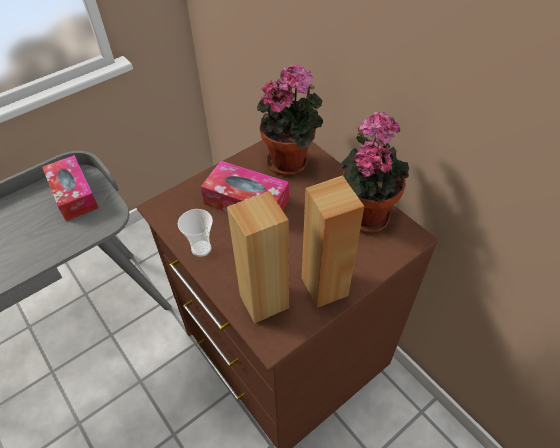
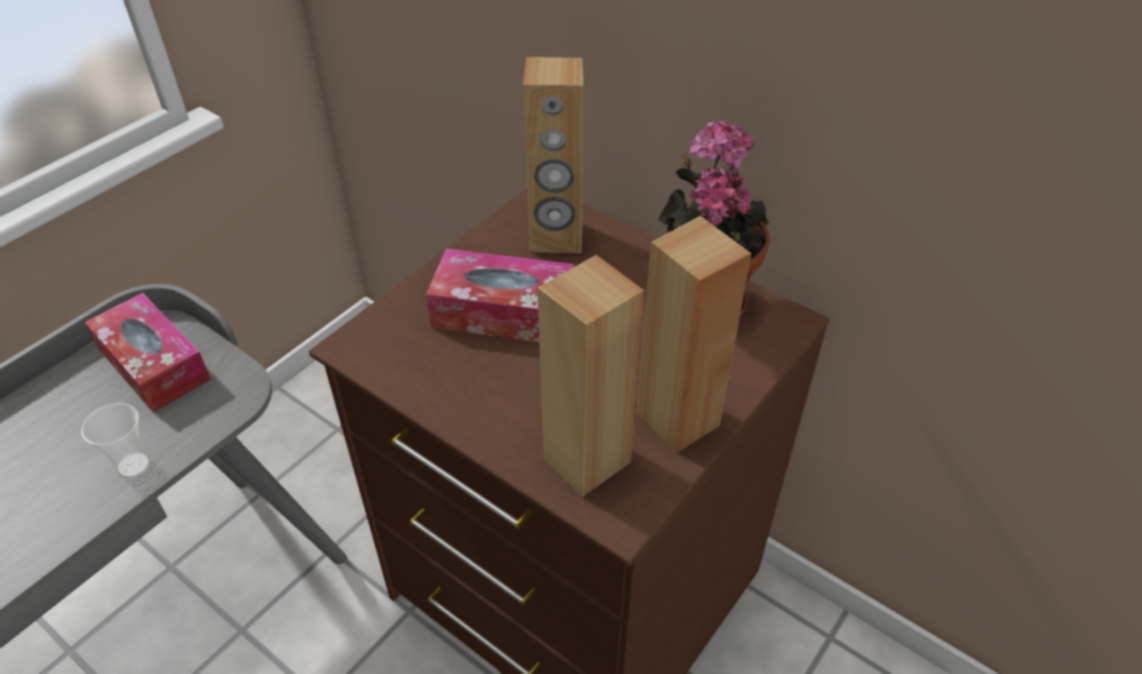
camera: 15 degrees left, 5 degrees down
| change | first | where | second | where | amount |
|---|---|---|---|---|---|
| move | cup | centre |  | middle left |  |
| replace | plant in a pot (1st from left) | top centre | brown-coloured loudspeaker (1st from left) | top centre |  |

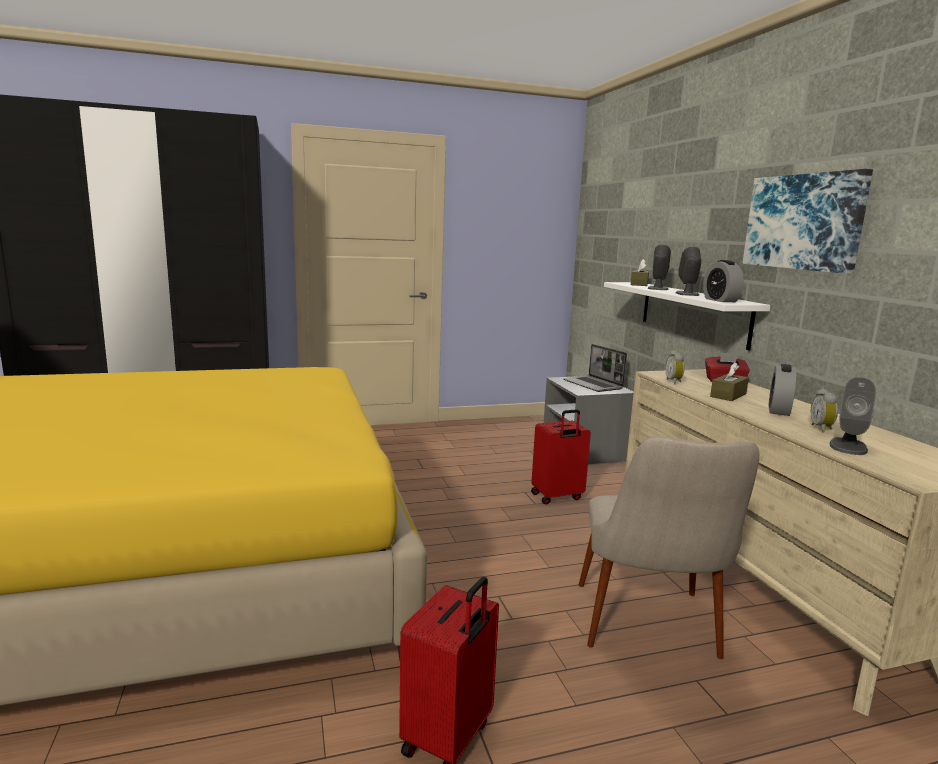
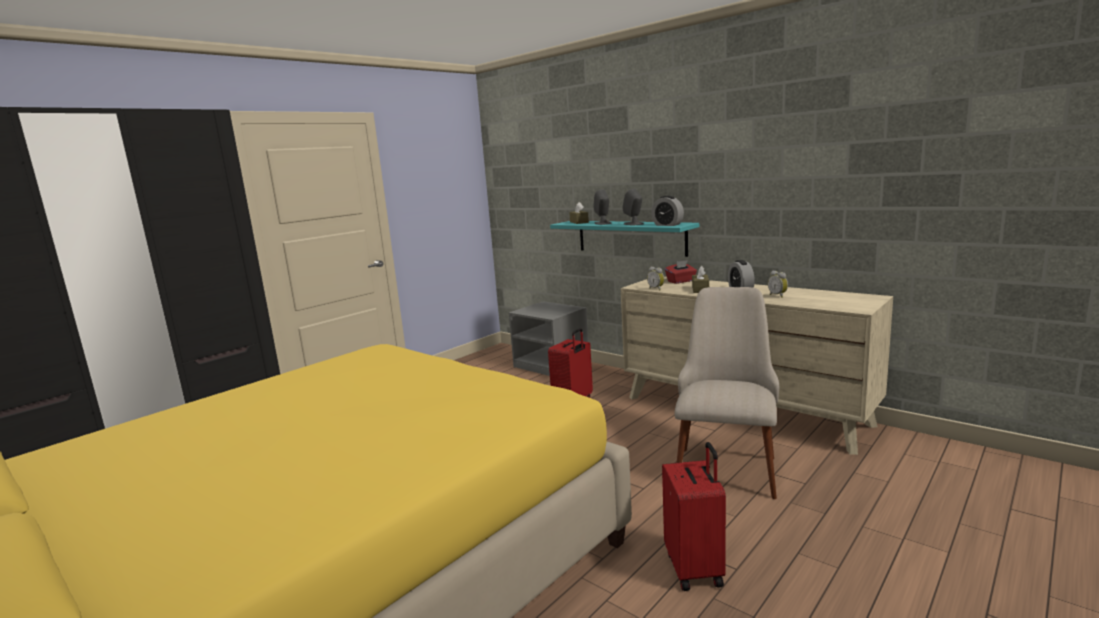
camera: 30 degrees left, 0 degrees up
| change | first | where | second | where | amount |
|---|---|---|---|---|---|
| delete | laptop | centre |  |  |  |
| rotate | beige upright chair | bottom right |  | centre | 135 degrees counterclockwise |
| recolor | white shelf | middle right | blue-green shelf | centre |  |
| delete | picture | top right |  |  |  |
| delete | grey loudspeaker (3rd from left) | middle right |  |  |  |

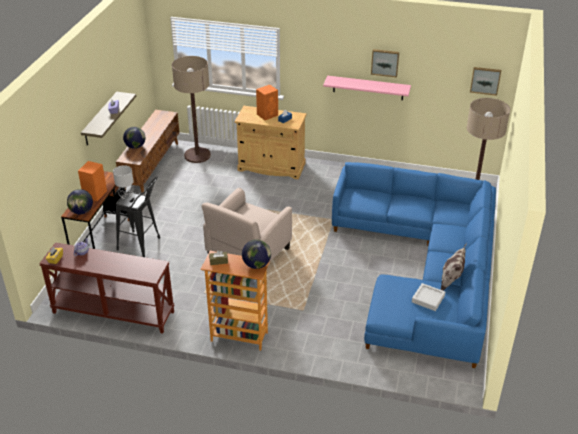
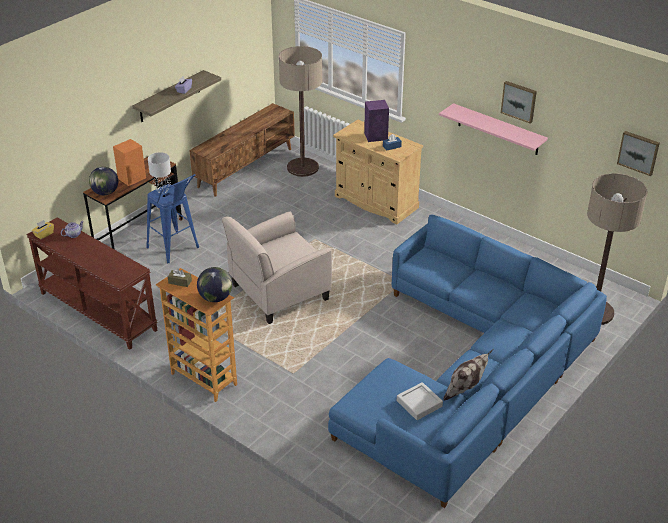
camera: 25 degrees right, 0 degrees up
| change | first | where | second | where | amount |
|---|---|---|---|---|---|
| recolor | black-coloured stool seat | middle left | bluish stool seat | middle left |  |
| delete | globe (2nd from left) | top left |  |  |  |
| recolor | orange-coloured loudspeaker (2nd from left) | top centre | purplish loudspeaker | top centre |  |

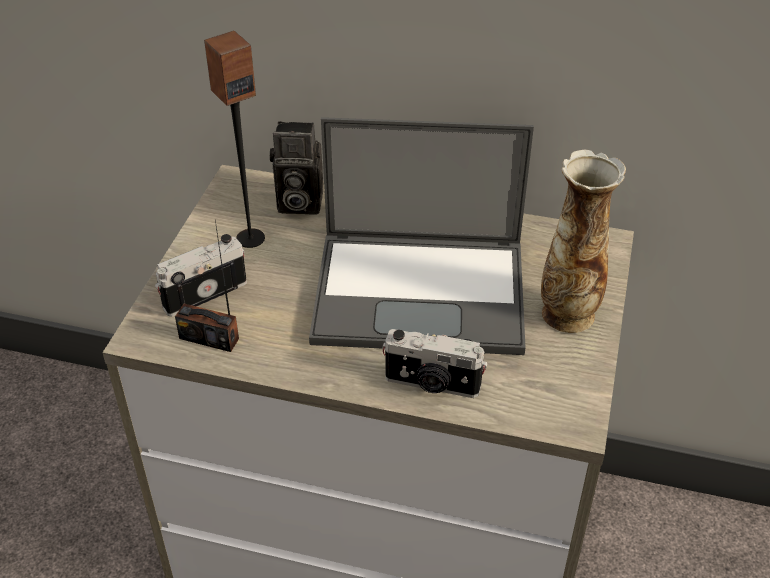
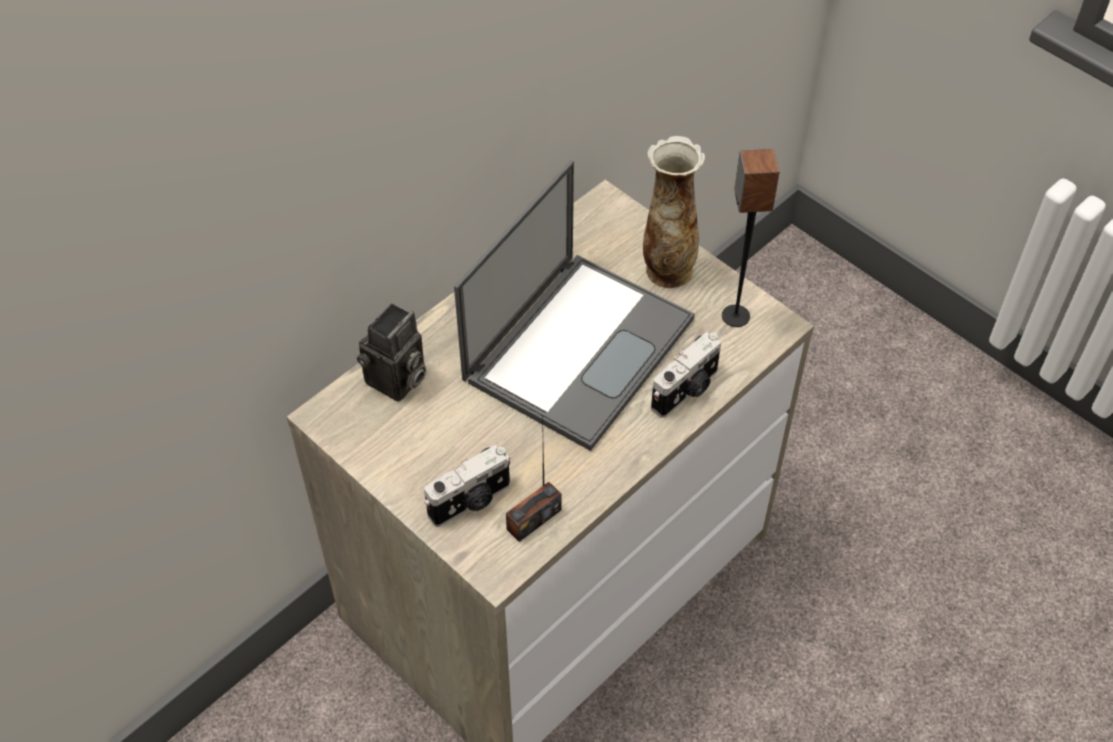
camera: 60 degrees left, 10 degrees up
| change | first | where | second | where | amount |
|---|---|---|---|---|---|
| rotate | still camera (1st from left in the first image) | middle left | still camera (2nd from left) | centre | 120 degrees counterclockwise |
| move | loudspeaker | top left |  | top right |  |

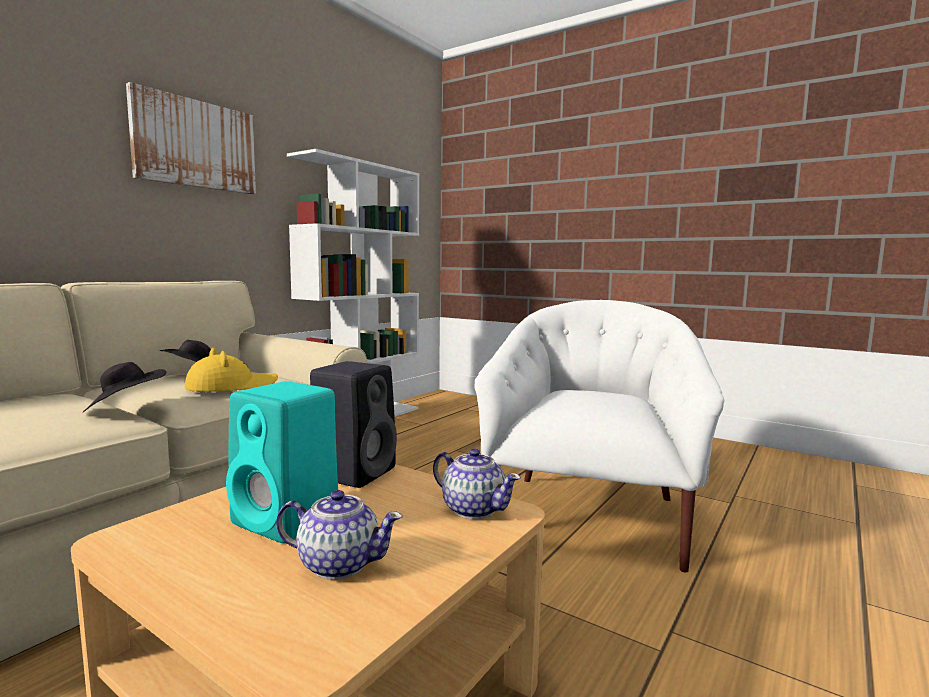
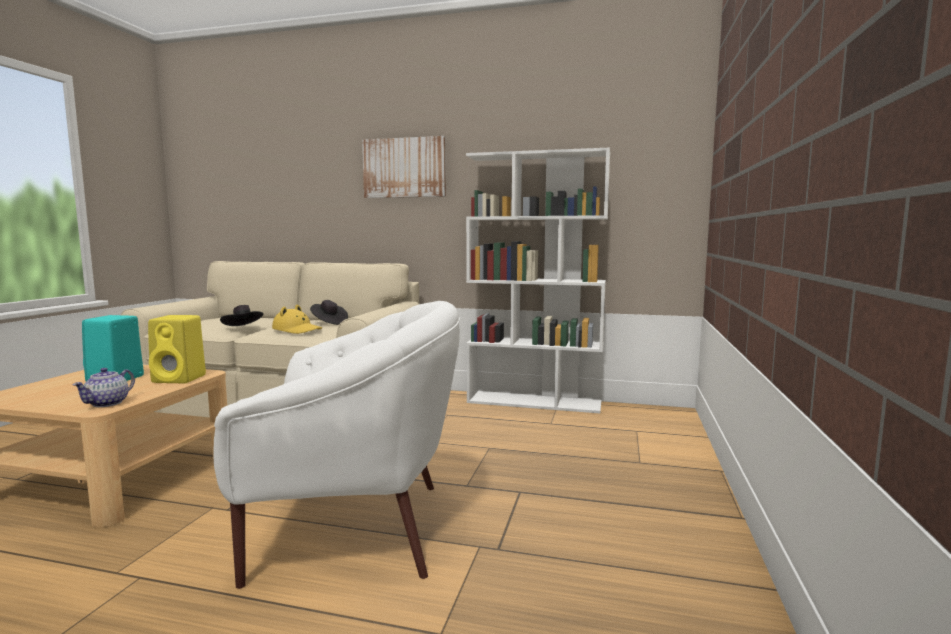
camera: 70 degrees right, 0 degrees up
| change | first | where | second | where | amount |
|---|---|---|---|---|---|
| delete | tea pot (1st from left) | bottom centre |  |  |  |
| recolor | black-coloured loudspeaker | centre | yellow-coloured loudspeaker | middle left |  |

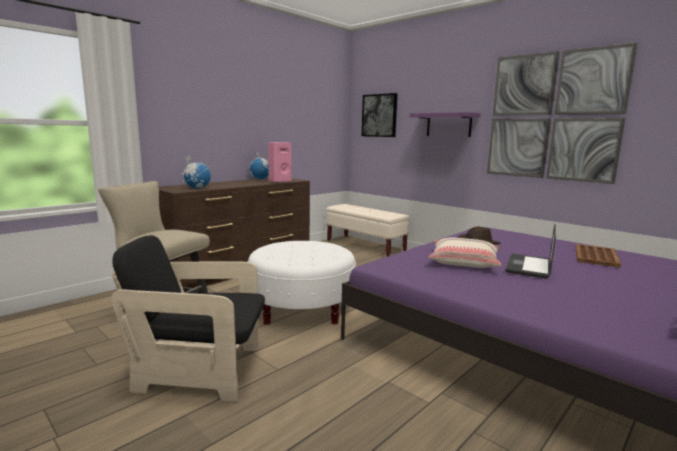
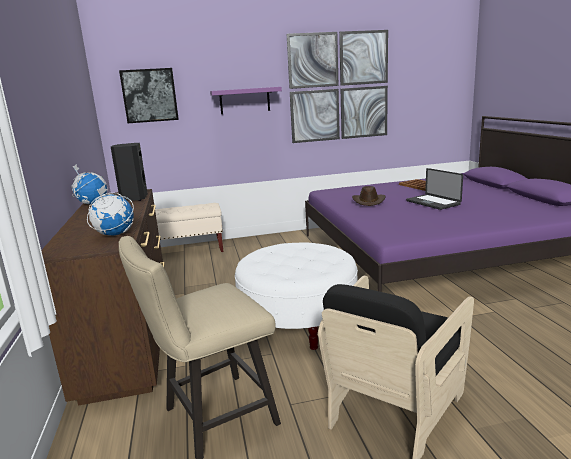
camera: 55 degrees left, 5 degrees up
| change | first | where | second | where | amount |
|---|---|---|---|---|---|
| recolor | pinkish loudspeaker | centre | black-coloured loudspeaker | middle left |  |
| delete | beige pillow | middle right |  |  |  |

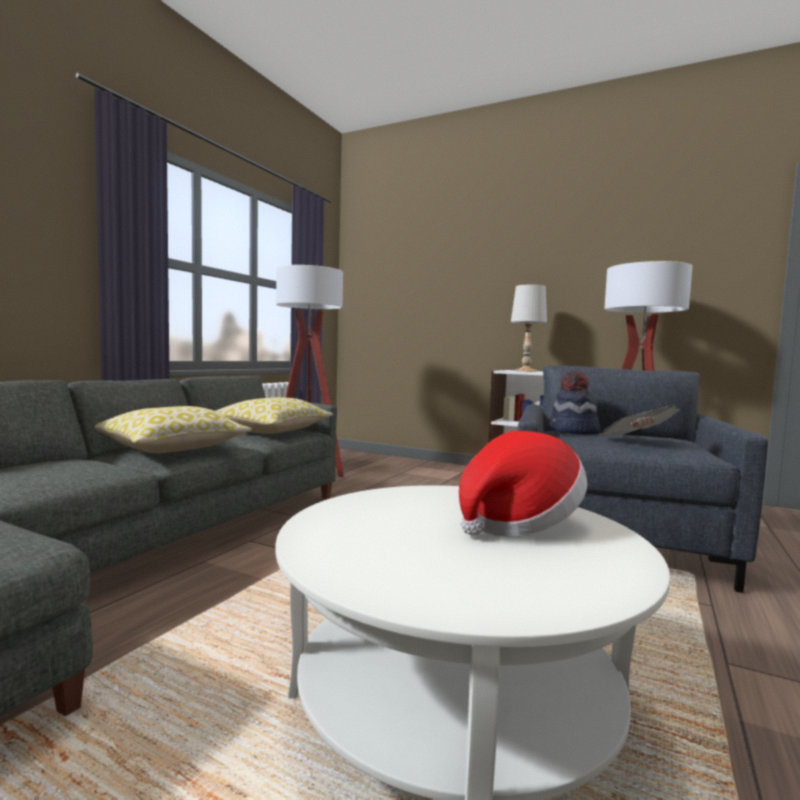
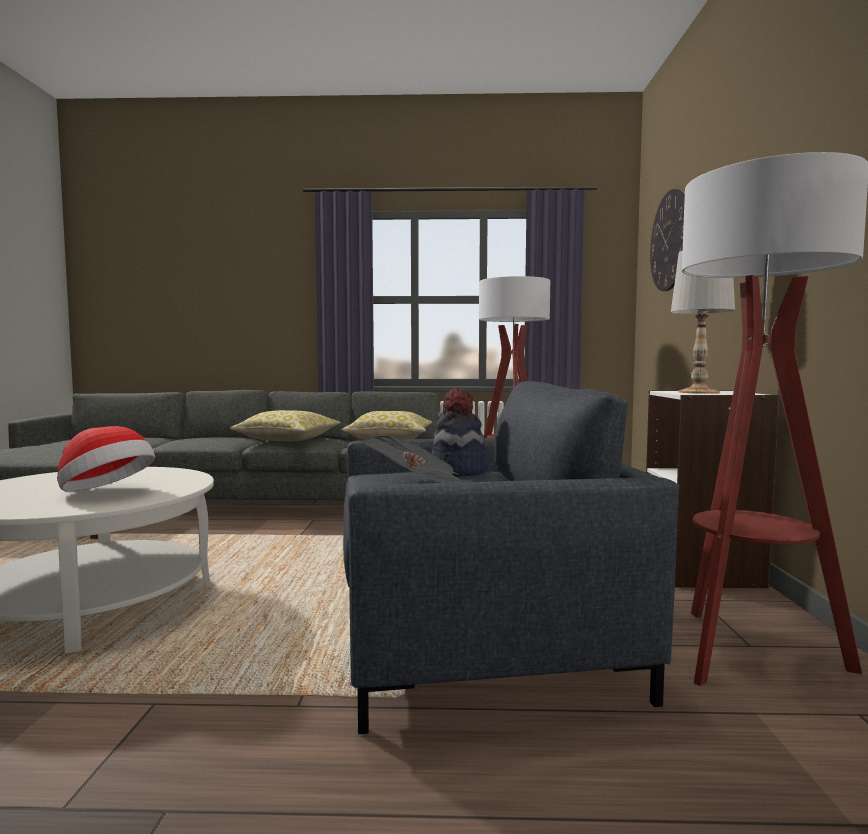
camera: 65 degrees right, 0 degrees up
| change | first | where | second | where | amount |
|---|---|---|---|---|---|
| insert |  |  | hanging clock | top right |  |

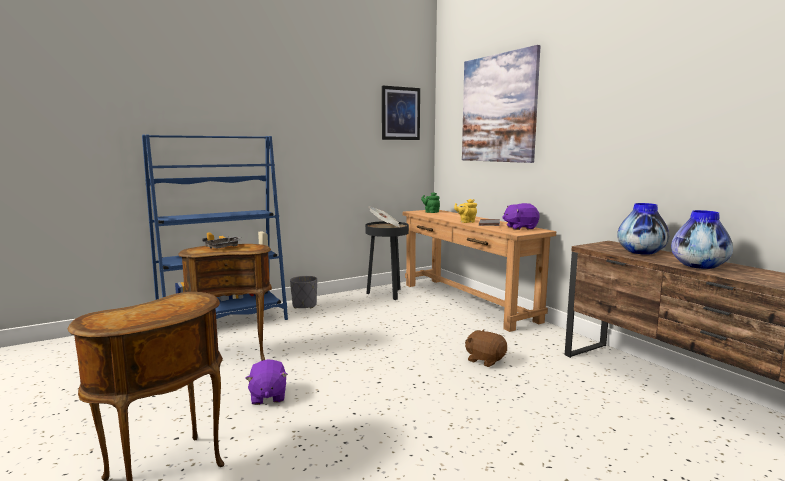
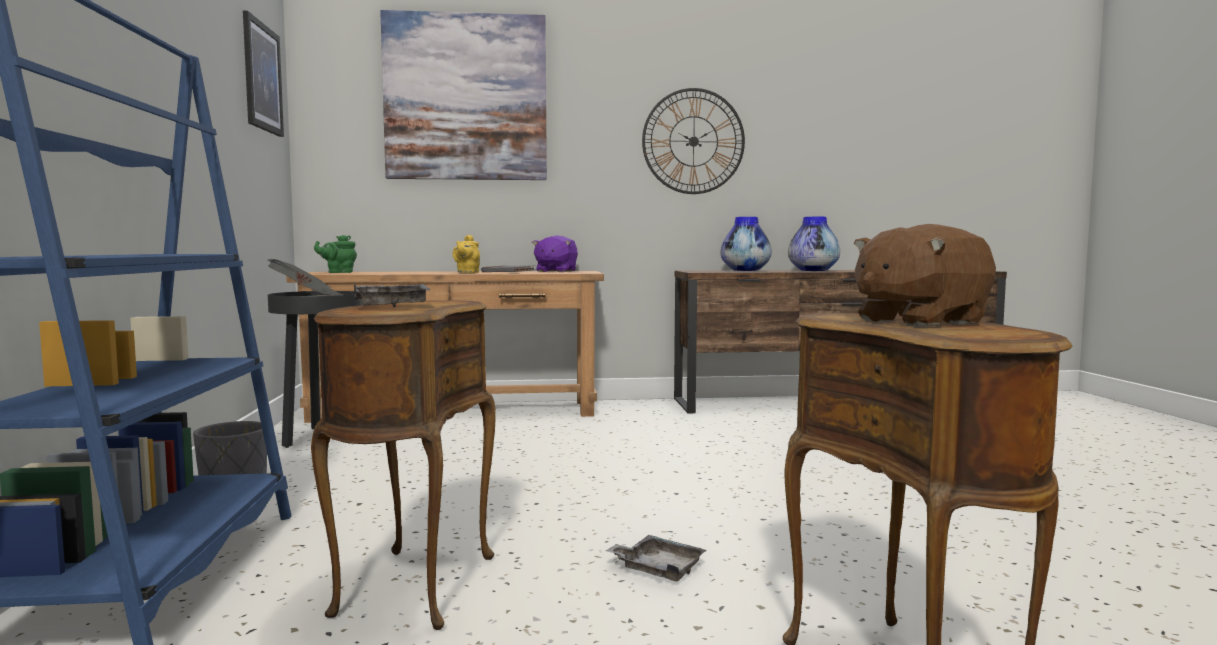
camera: 65 degrees left, 5 degrees down
| change | first | where | second | where | amount |
|---|---|---|---|---|---|
| replace | purplish cuddly toy (1st from left) | bottom centre | grey tray (2nd from left) | bottom centre |  |
| move | brown-coloured cuddly toy | bottom centre |  | middle right |  |
| insert |  |  | hanging clock | top centre |  |

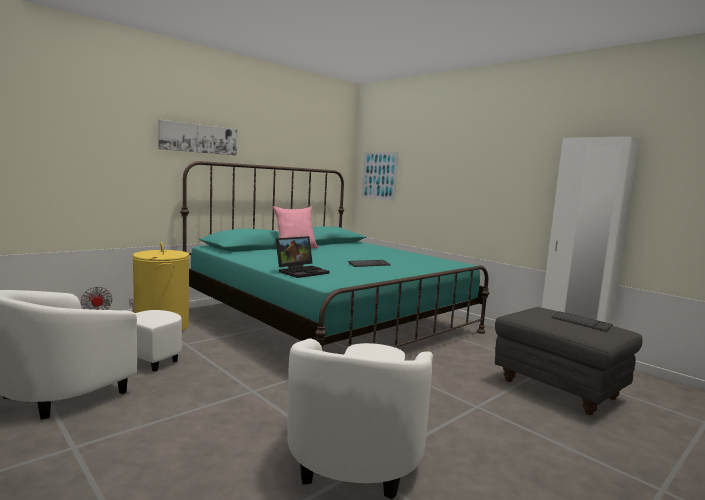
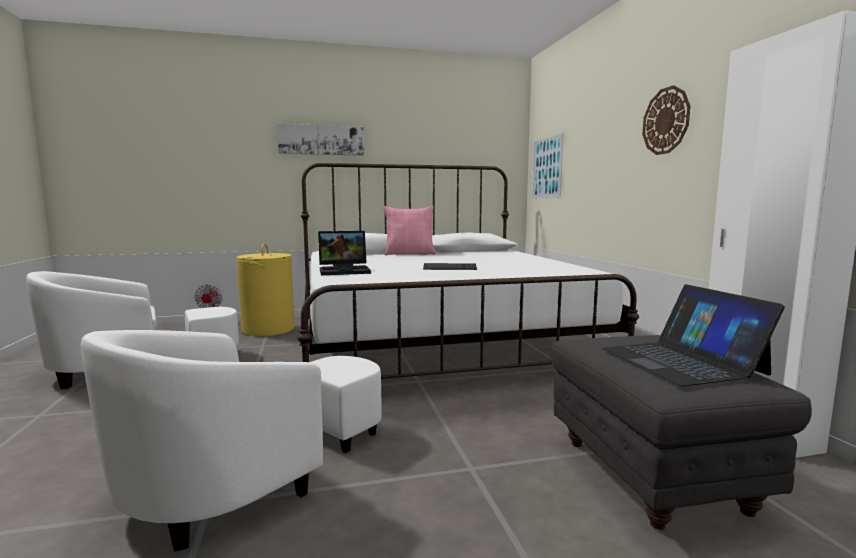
camera: 30 degrees right, 0 degrees up
| change | first | where | second | where | amount |
|---|---|---|---|---|---|
| recolor | blue-green sleeping bed | centre | white sleeping bed | centre |  |
| replace | PC keyboard (2nd from left) | middle right | laptop (2nd from left) | middle right |  |
| insert |  |  | hanging clock | top right |  |

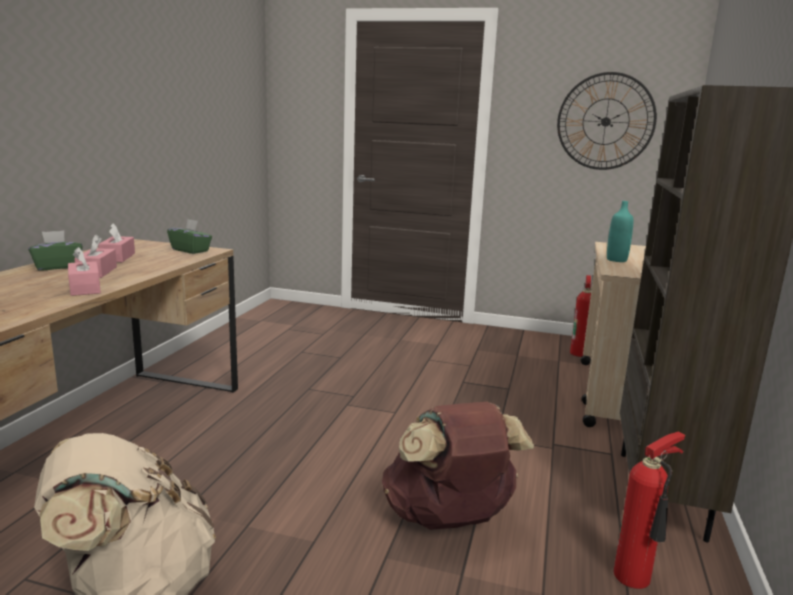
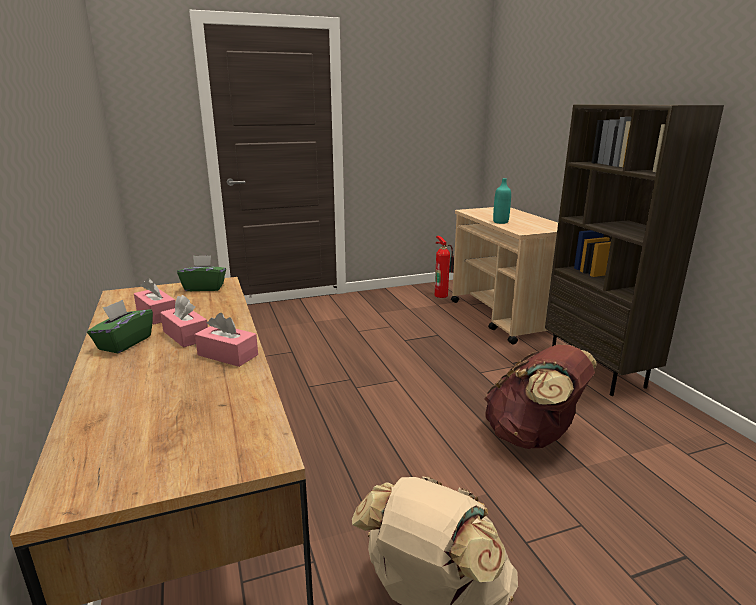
camera: 35 degrees left, 5 degrees up
| change | first | where | second | where | amount |
|---|---|---|---|---|---|
| delete | hanging clock | top right |  |  |  |
| delete | fire extinguisher (2nd from left) | bottom right |  |  |  |

